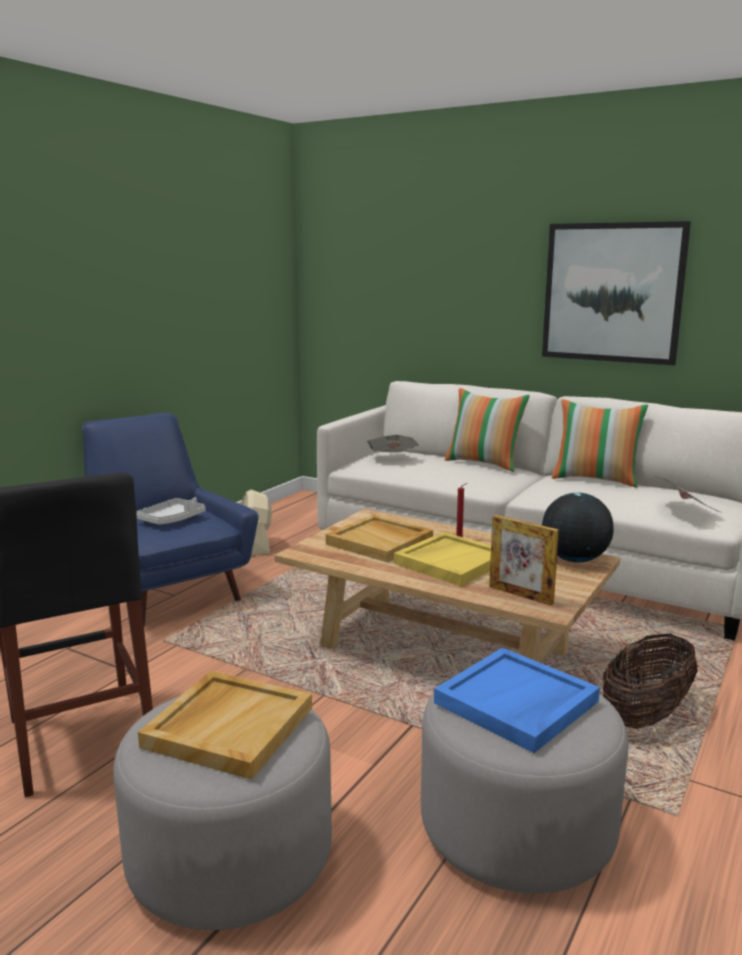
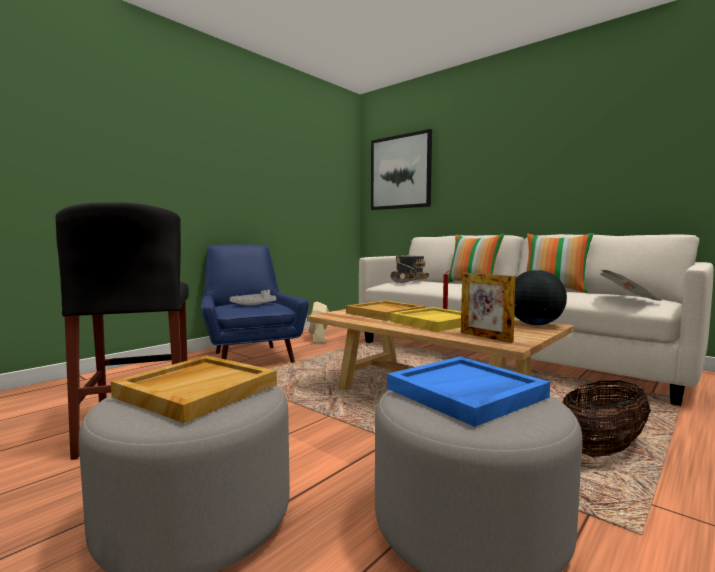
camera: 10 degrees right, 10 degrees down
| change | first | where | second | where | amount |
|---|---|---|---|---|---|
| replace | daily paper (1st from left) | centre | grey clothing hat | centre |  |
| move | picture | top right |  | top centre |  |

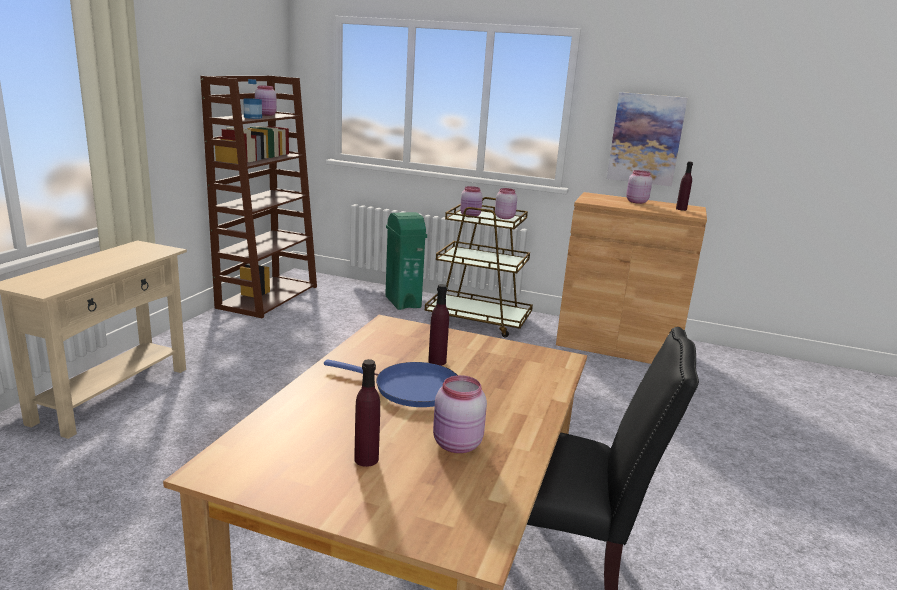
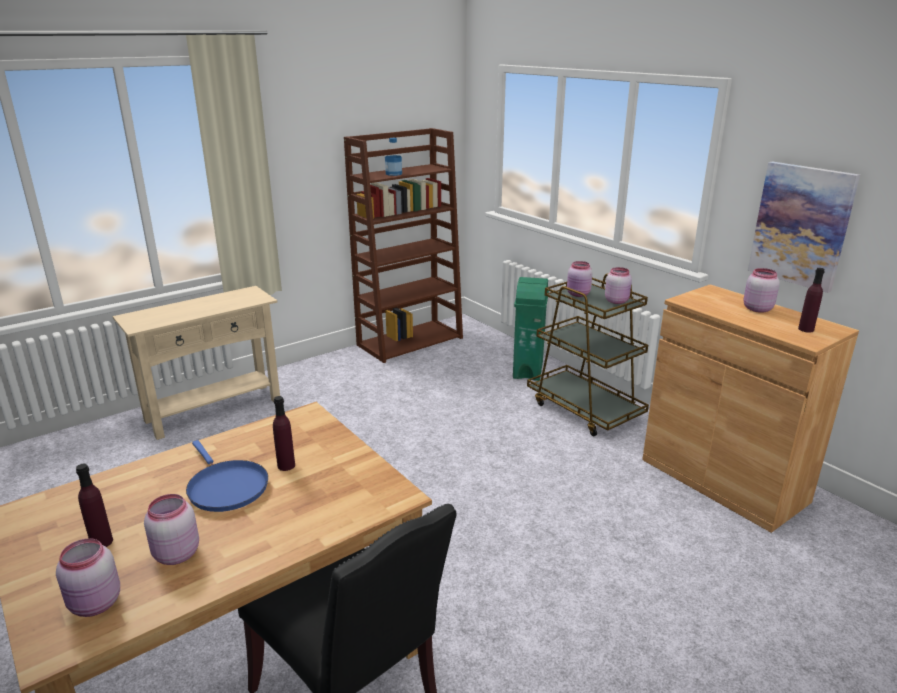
camera: 35 degrees right, 5 degrees up
| change | first | where | second | where | amount |
|---|---|---|---|---|---|
| move | pinkish jar (1st from left) | top left |  | bottom left |  |

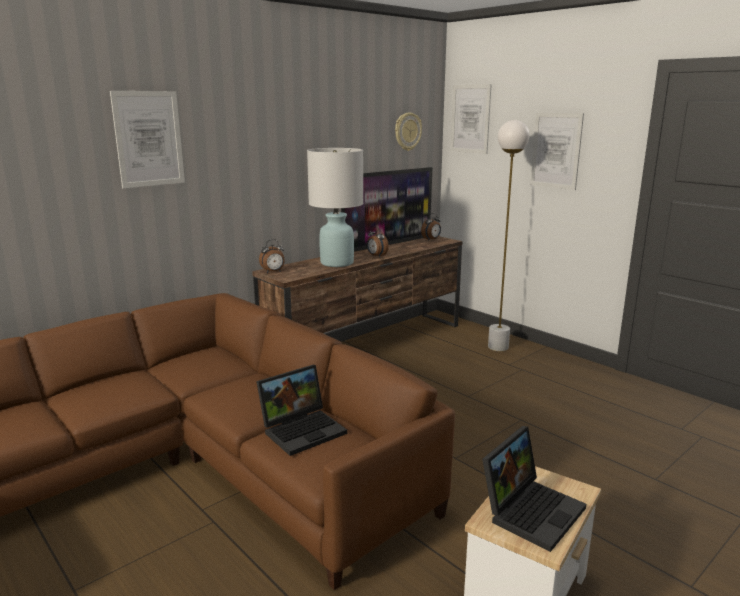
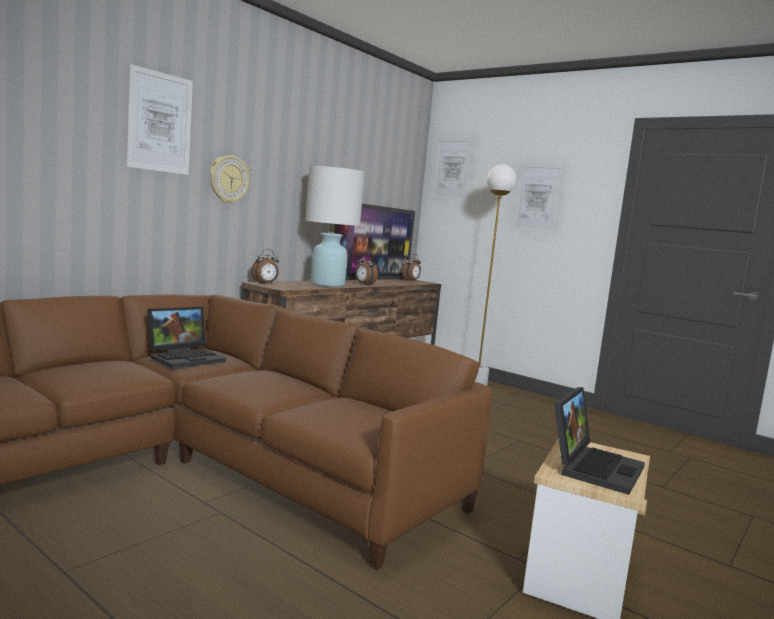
camera: 10 degrees left, 10 degrees down
| change | first | where | second | where | amount |
|---|---|---|---|---|---|
| move | laptop (1st from left) | bottom centre |  | middle left |  |
| move | hanging clock | top centre |  | top left |  |

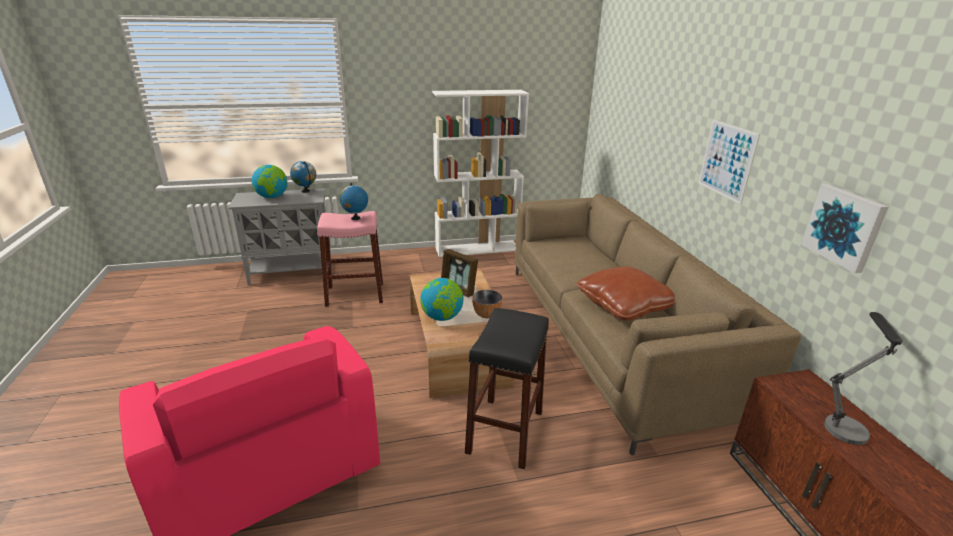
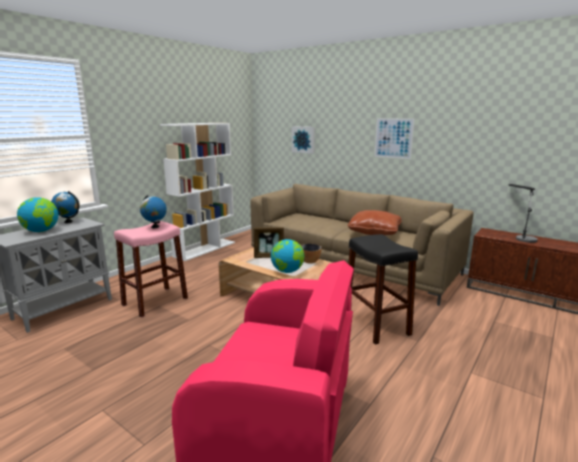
camera: 40 degrees left, 10 degrees down
| change | first | where | second | where | amount |
|---|---|---|---|---|---|
| move | picture (2nd from left in the first image) | middle right | picture (1st from left) | top centre |  |

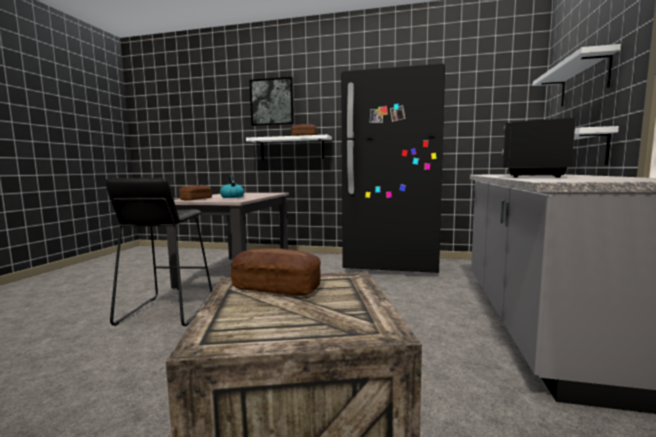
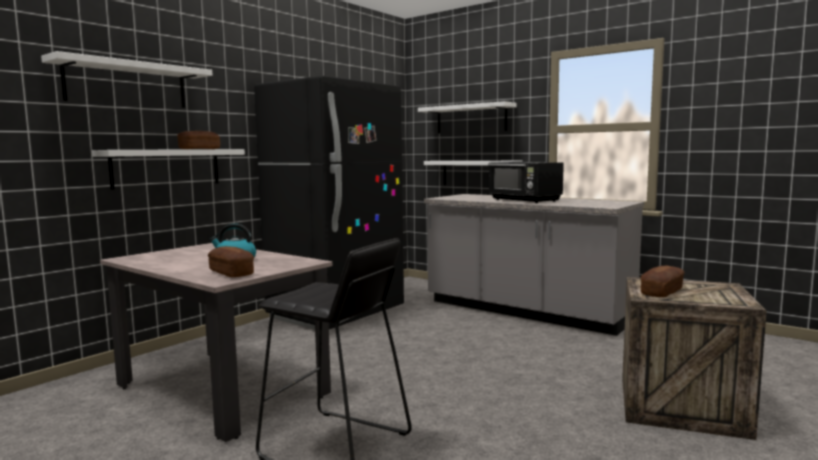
camera: 65 degrees left, 0 degrees up
| change | first | where | second | where | amount |
|---|---|---|---|---|---|
| replace | picture | top centre | white shelf (1st from left) | top left |  |

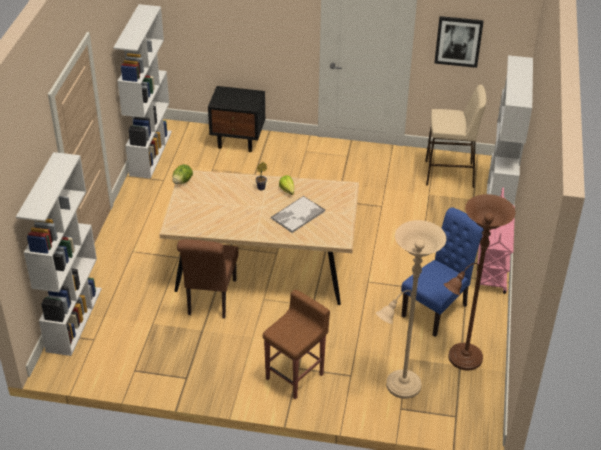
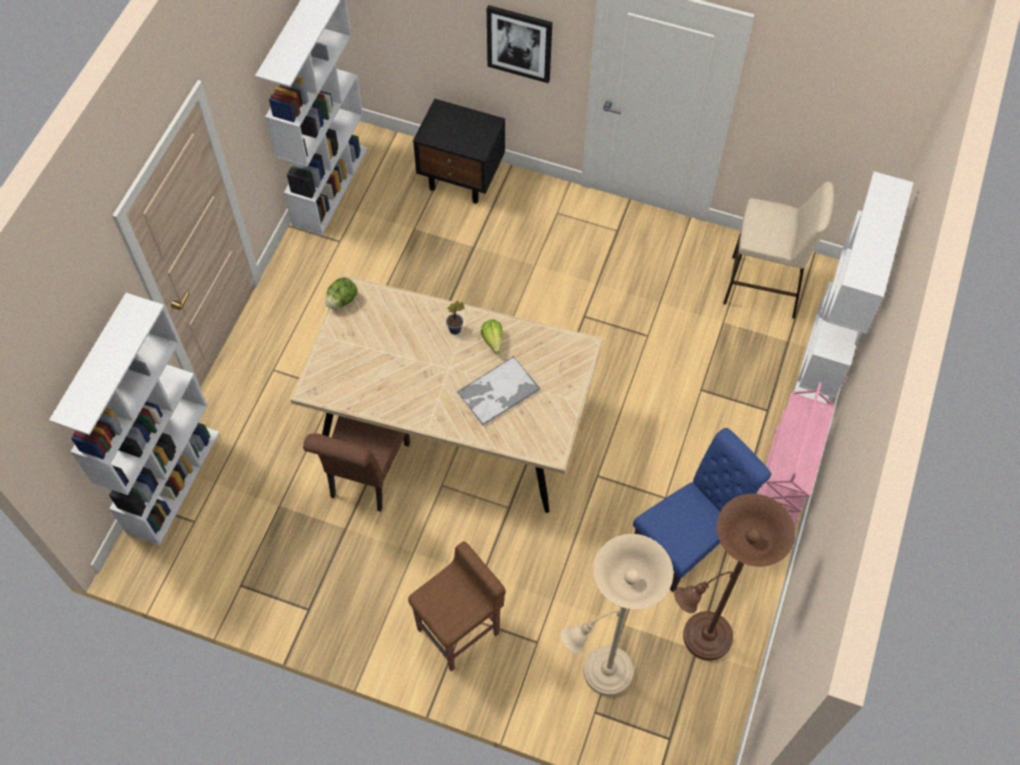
camera: 10 degrees right, 20 degrees up
| change | first | where | second | where | amount |
|---|---|---|---|---|---|
| move | picture | top right |  | top centre |  |

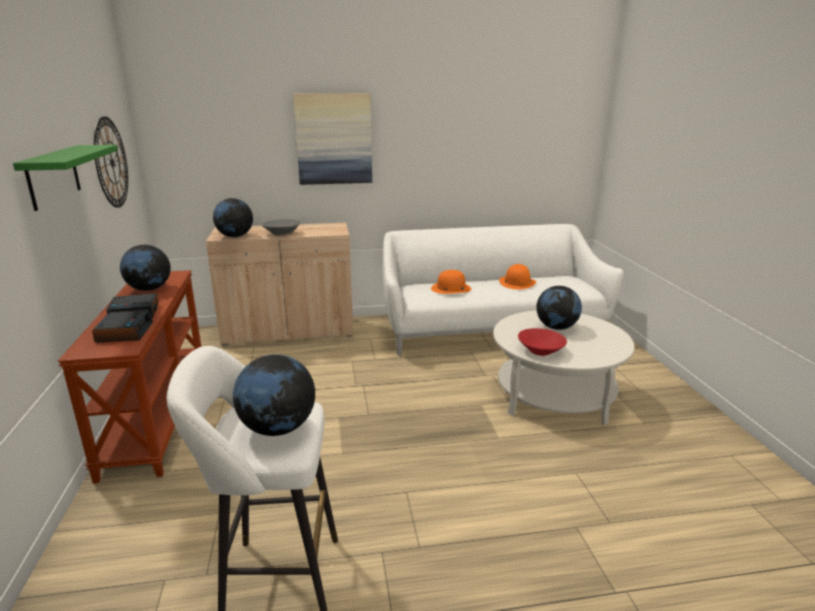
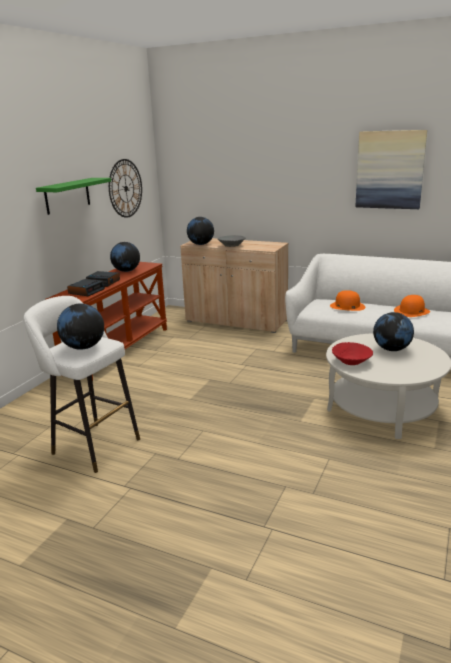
camera: 35 degrees right, 0 degrees up
| change | first | where | second | where | amount |
|---|---|---|---|---|---|
| move | picture | top centre |  | top right |  |

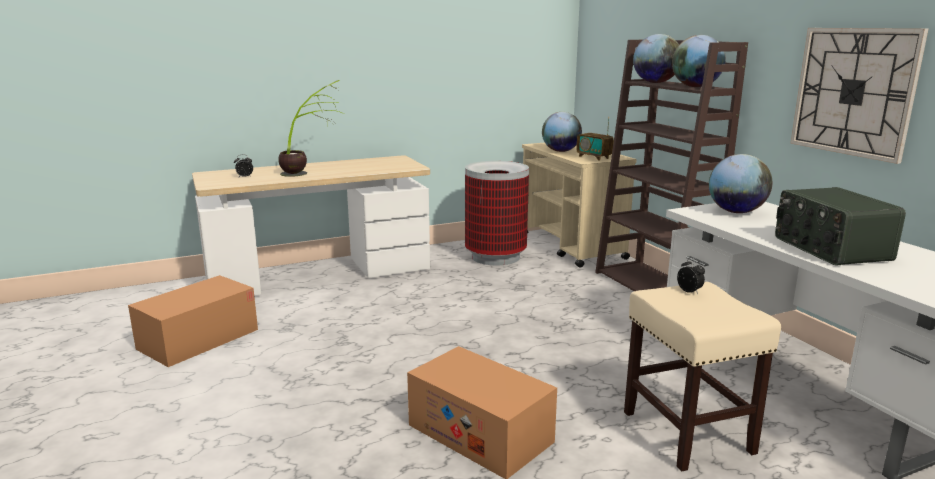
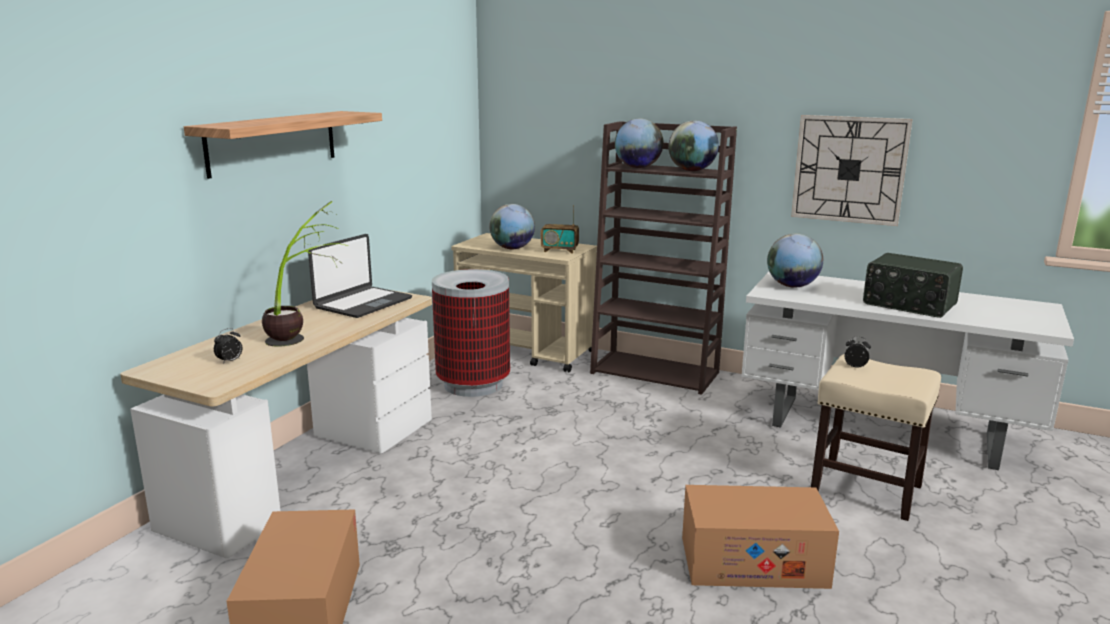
camera: 40 degrees left, 0 degrees up
| change | first | where | second | where | amount |
|---|---|---|---|---|---|
| insert |  |  | shelf | top left |  |
| insert |  |  | laptop | middle left |  |

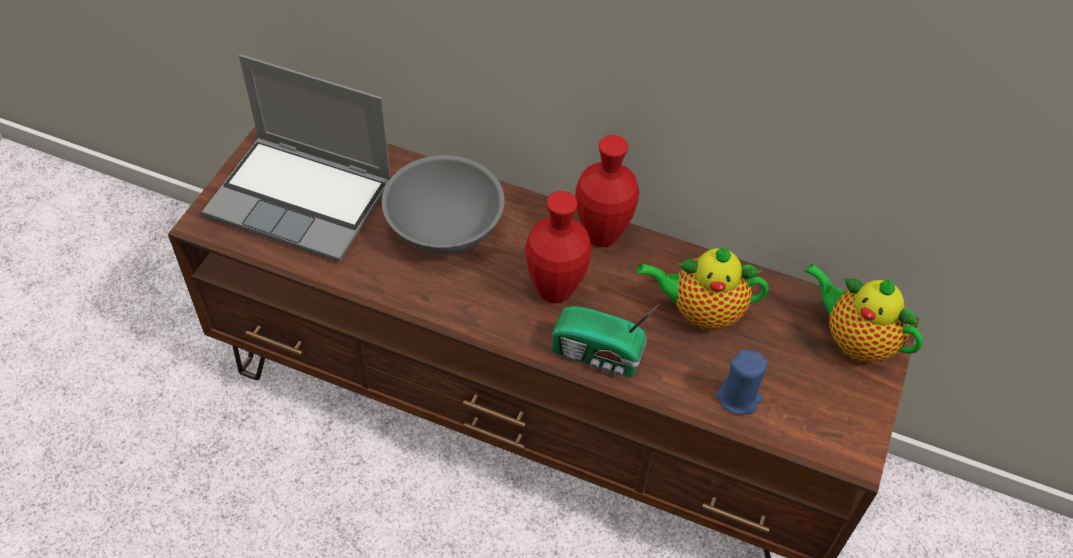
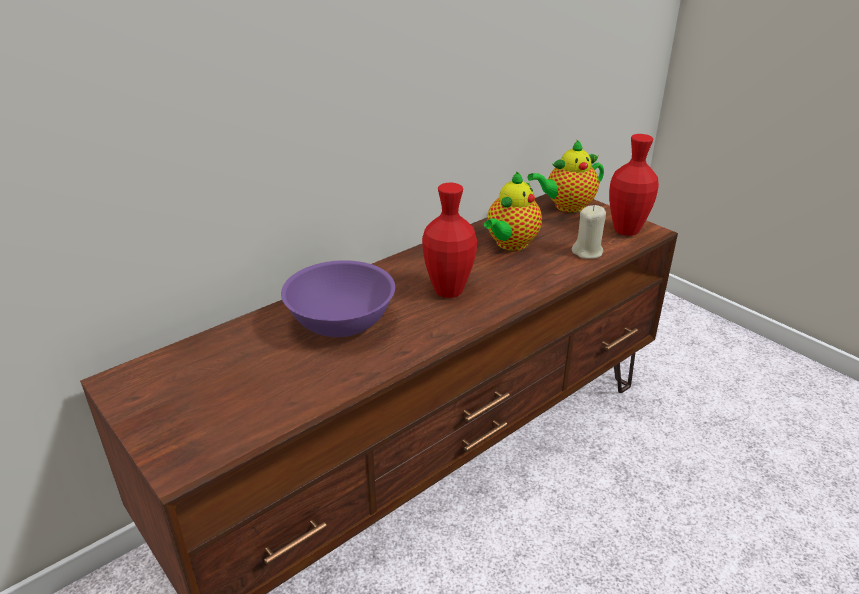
camera: 60 degrees left, 20 degrees down
| change | first | where | second | where | amount |
|---|---|---|---|---|---|
| delete | laptop | top left |  |  |  |
| recolor | grey deep dish | centre | purplish deep dish | centre |  |
| delete | radio receiver | centre |  |  |  |
| move | red flower vase (2nd from left) | centre |  | top right |  |
| recolor | bluish candle | bottom right | beige candle | middle right |  |

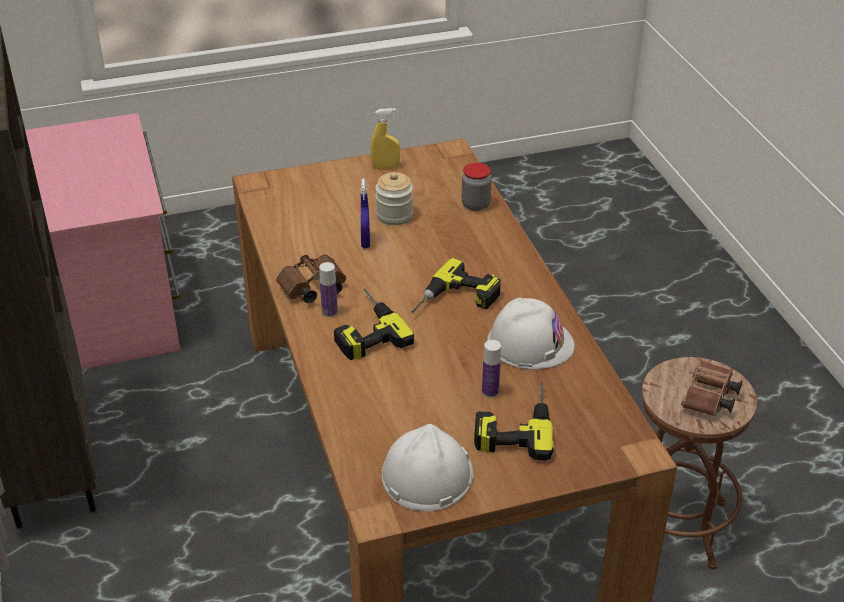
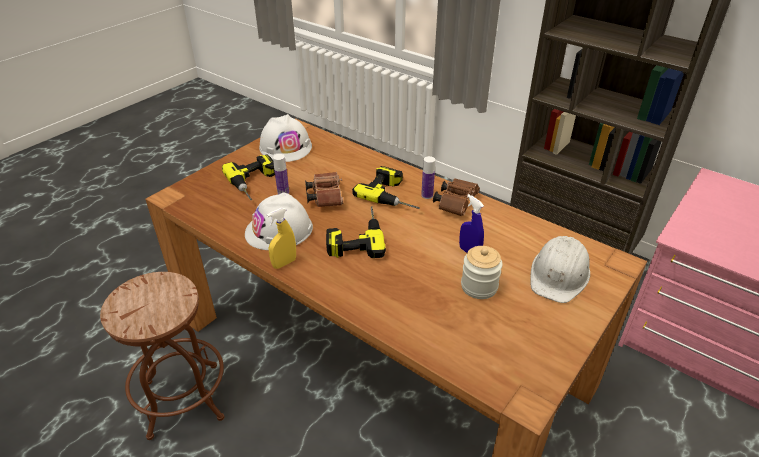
camera: 145 degrees right, 0 degrees up
| change | first | where | second | where | amount |
|---|---|---|---|---|---|
| move | yellow-coloured sprayer | top centre |  | centre |  |
| delete | jar (2nd from left) | top centre |  |  |  |
| move | brown-coloured field glasses (2nd from left in the first image) | middle right | brown-coloured field glasses (1st from left) | centre |  |
| insert |  |  | white hard hat (3rd from left) | middle right |  |

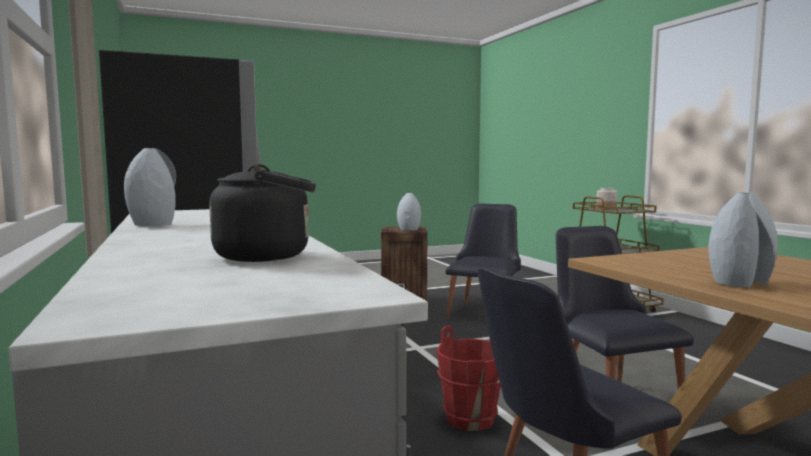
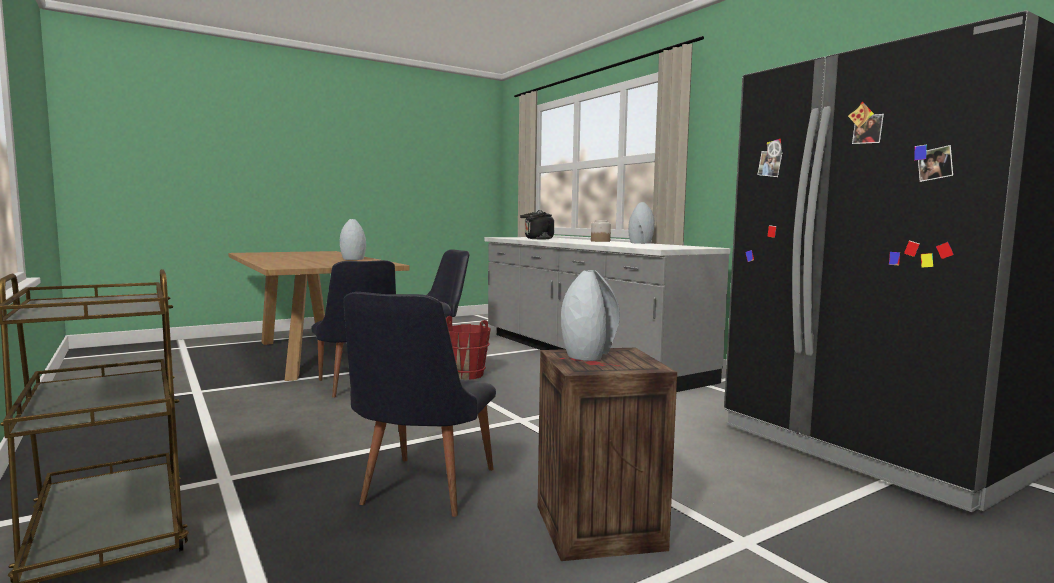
camera: 170 degrees right, 0 degrees up
| change | first | where | second | where | amount |
|---|---|---|---|---|---|
| move | jar | middle right |  | centre |  |

